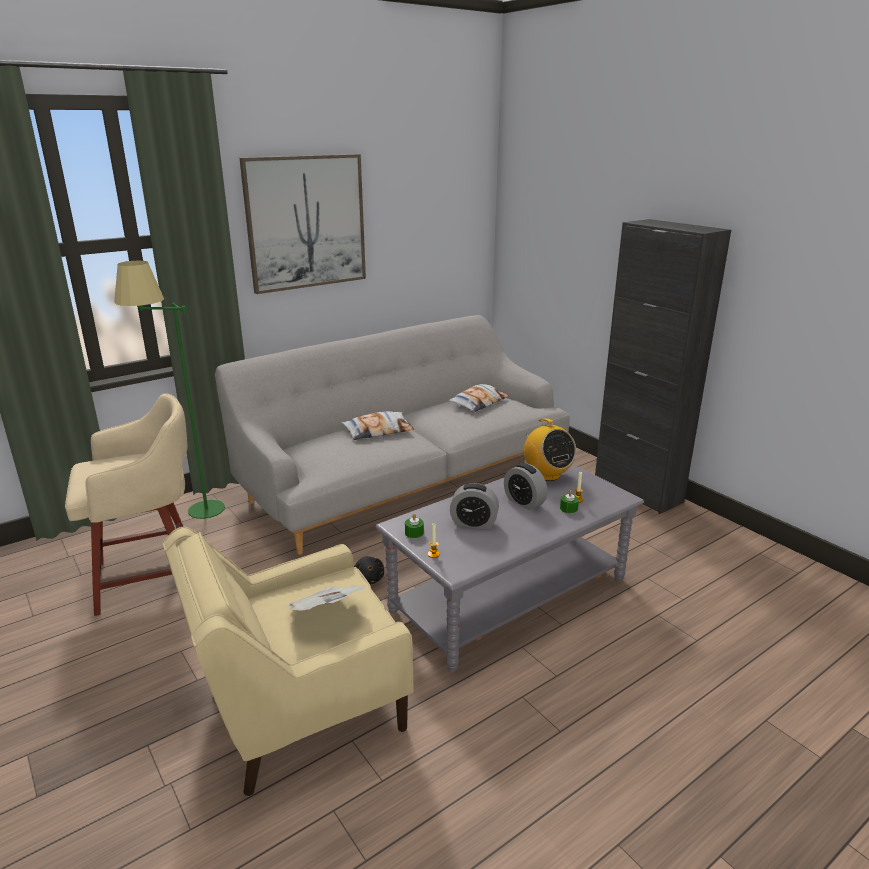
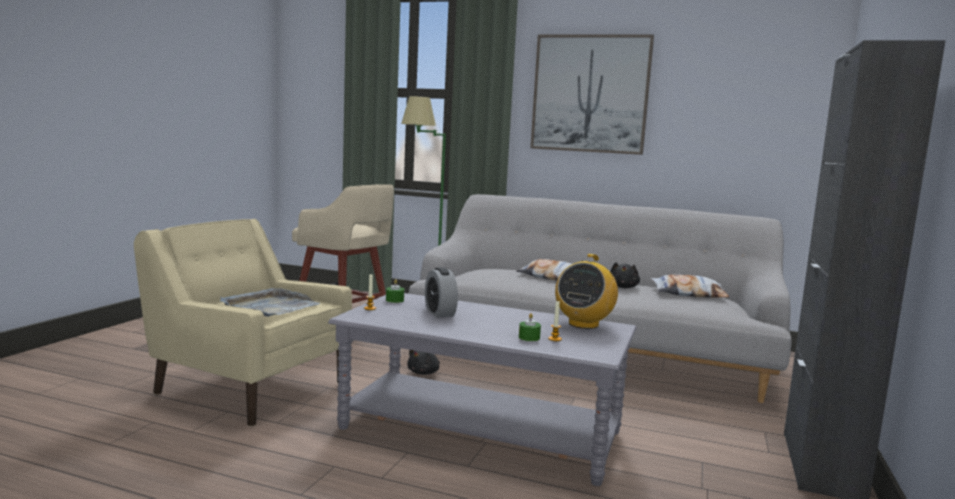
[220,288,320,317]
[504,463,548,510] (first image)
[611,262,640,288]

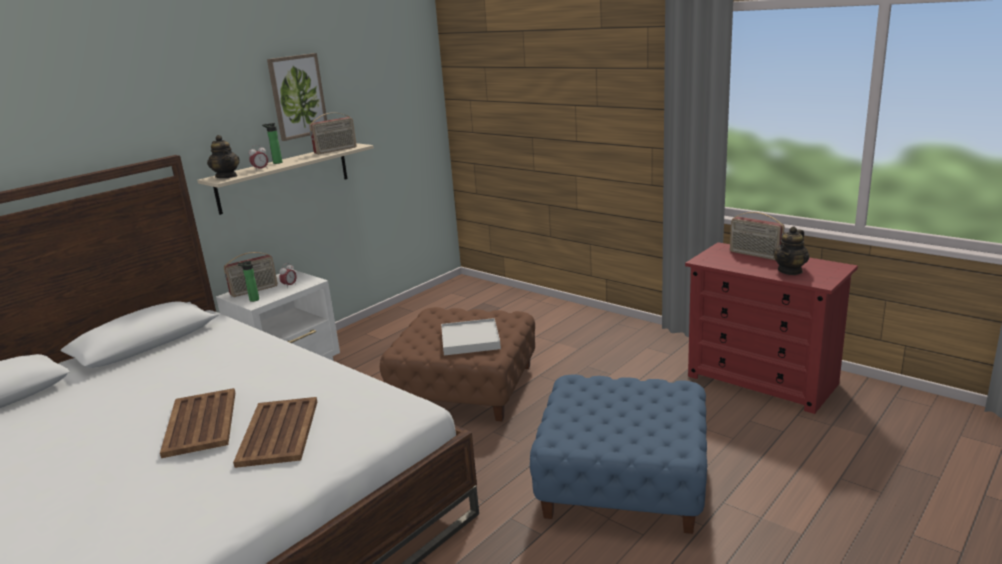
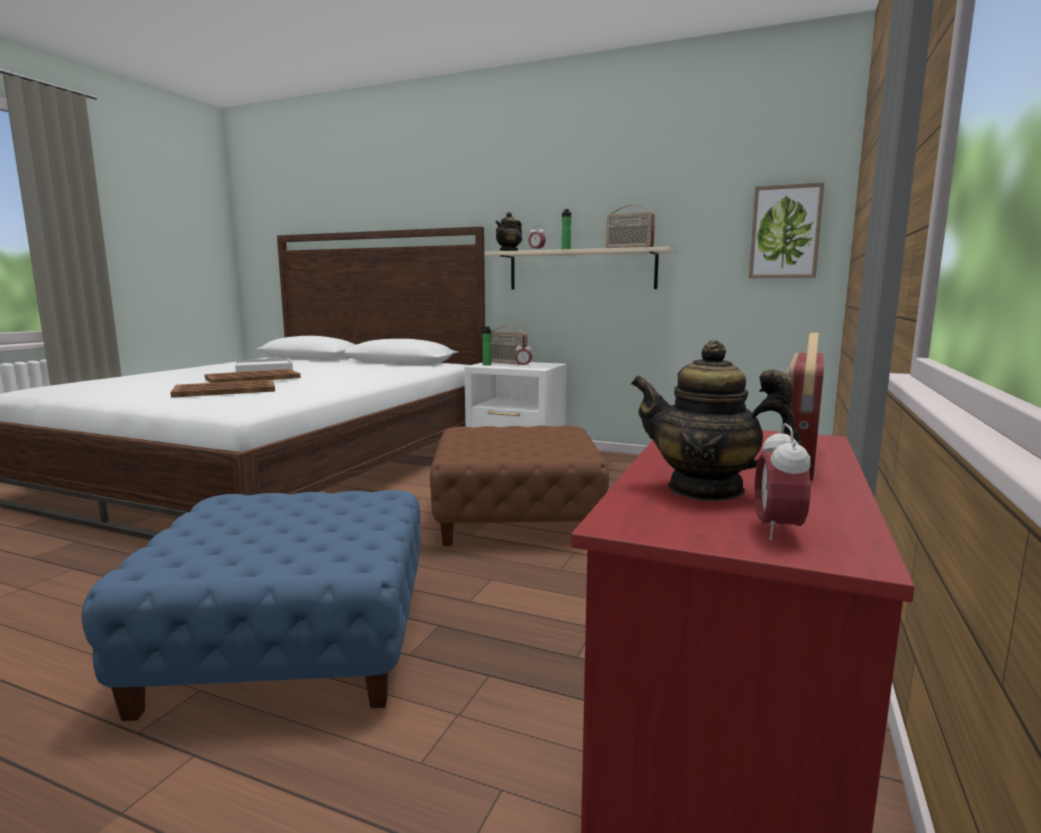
[749,183,824,278]
[235,358,293,372]
[754,423,811,540]

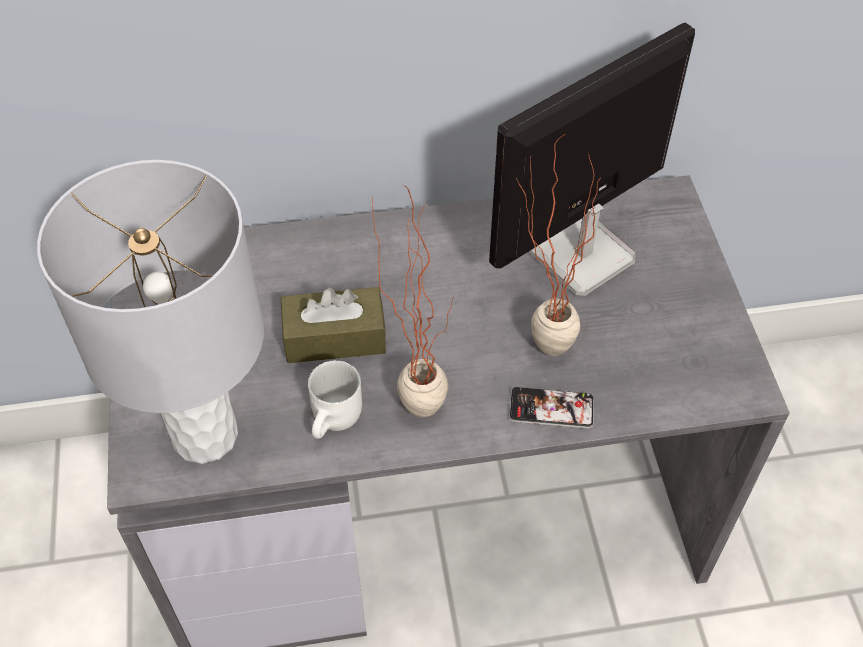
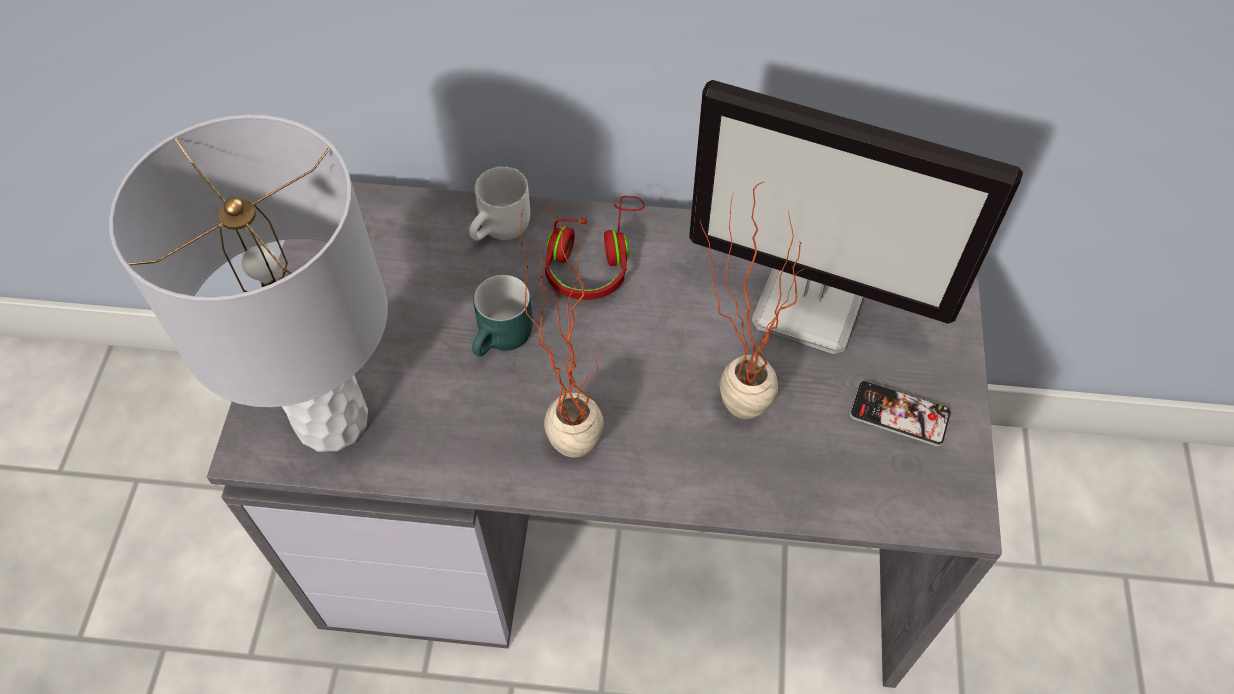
[472,275,533,357]
[469,166,530,241]
[689,80,1023,355]
[850,381,951,446]
[545,196,645,300]

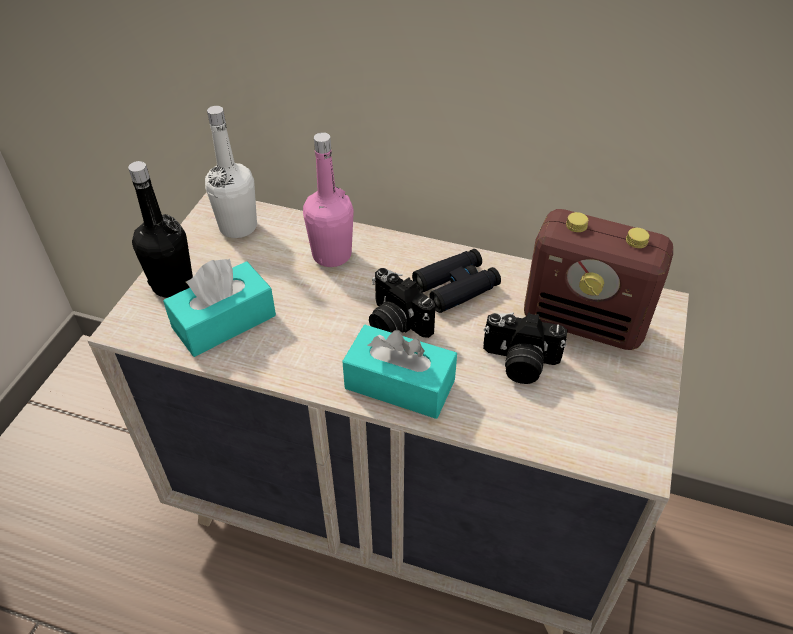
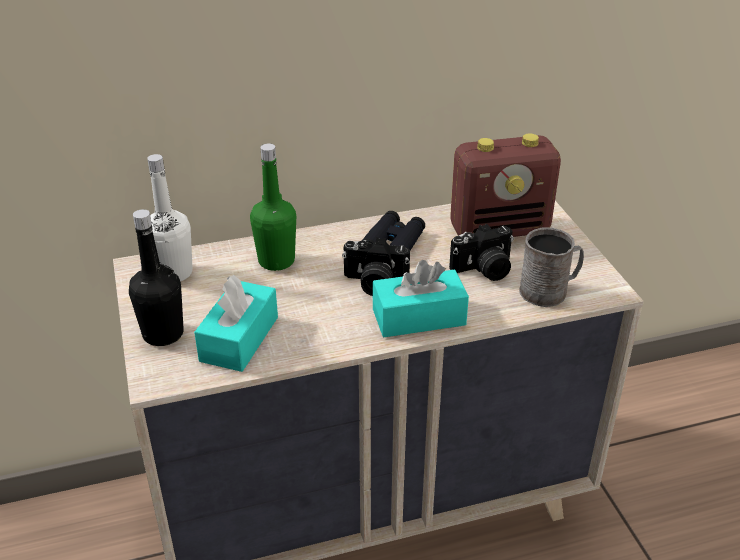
[250,143,296,271]
[519,228,584,307]

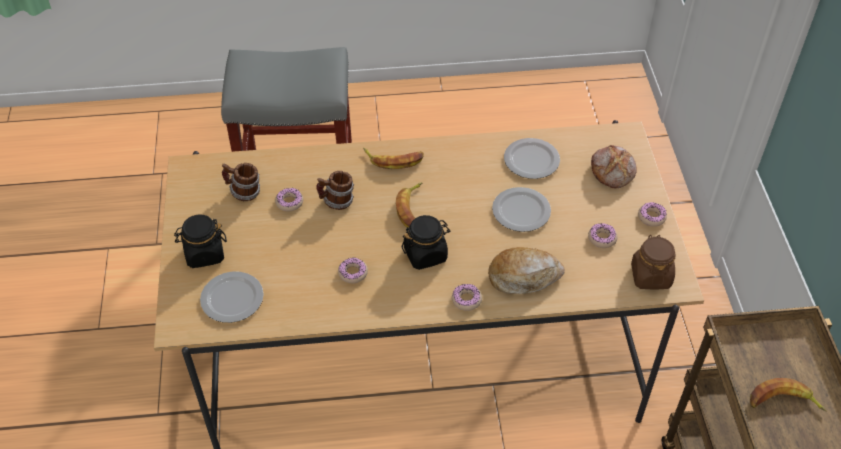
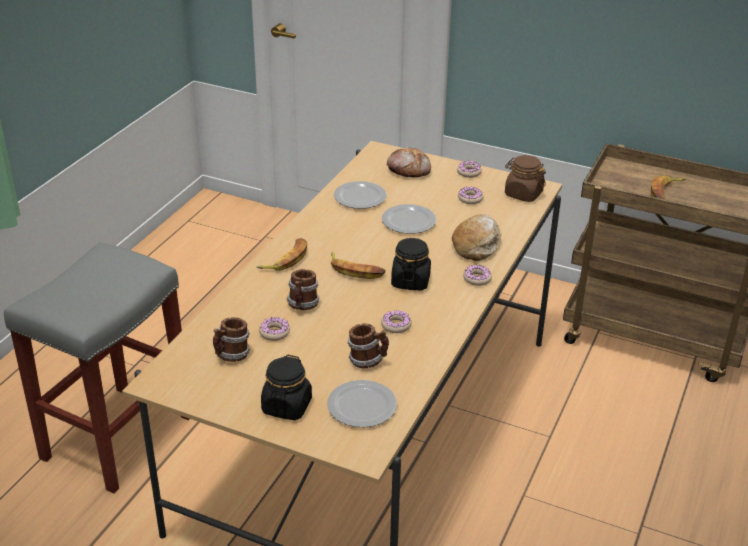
[347,323,389,368]

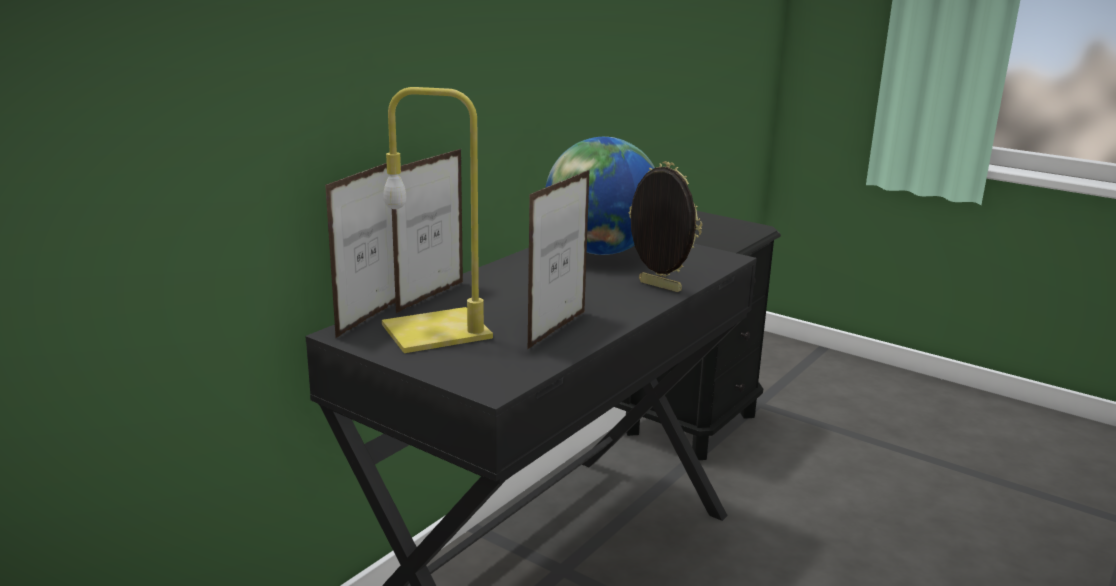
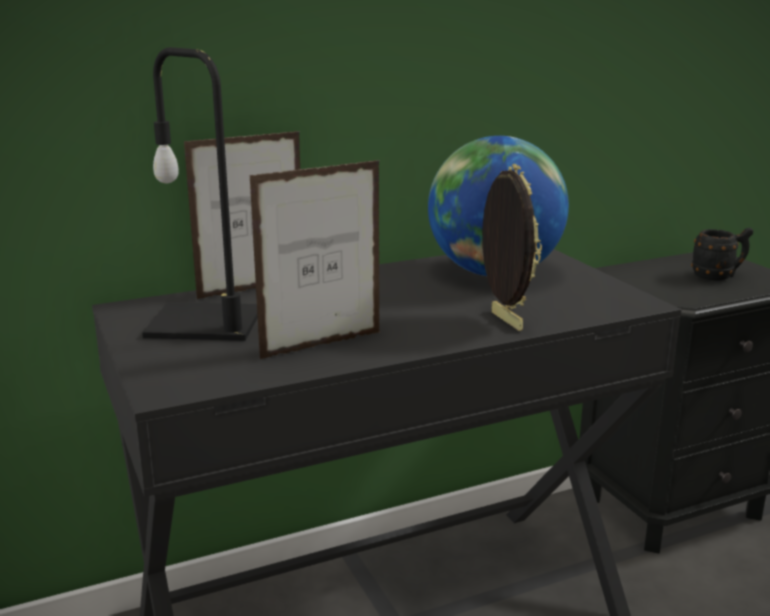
[325,163,396,338] (first image)
[142,47,258,341]
[691,228,753,281]

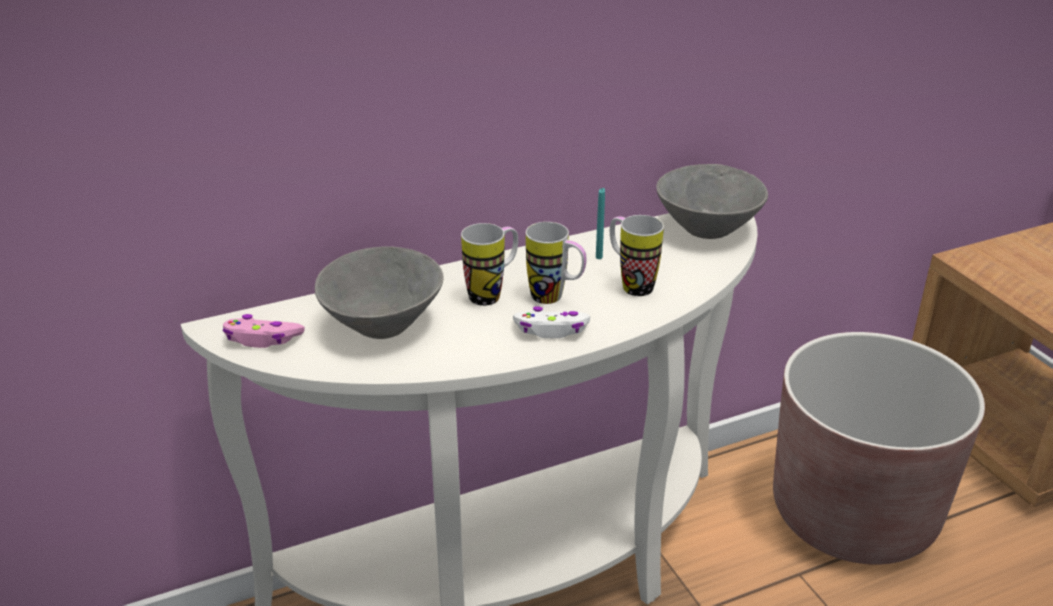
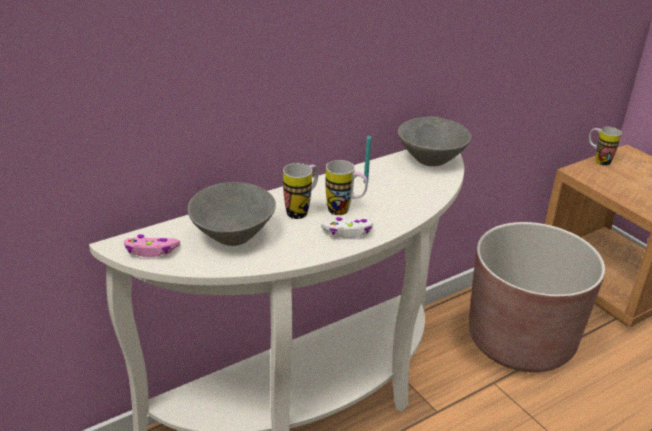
[589,127,622,166]

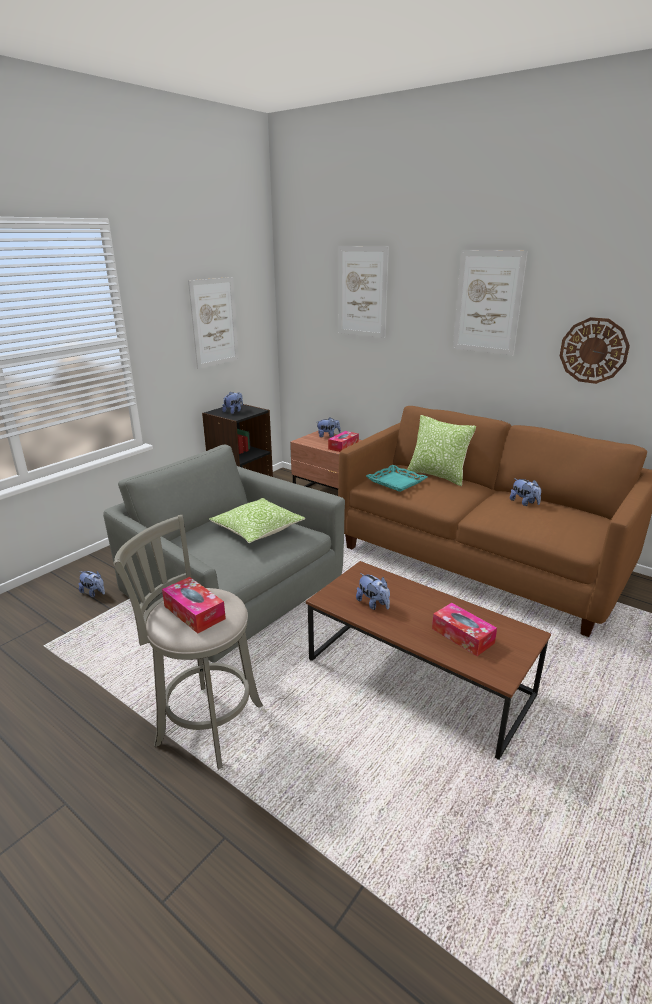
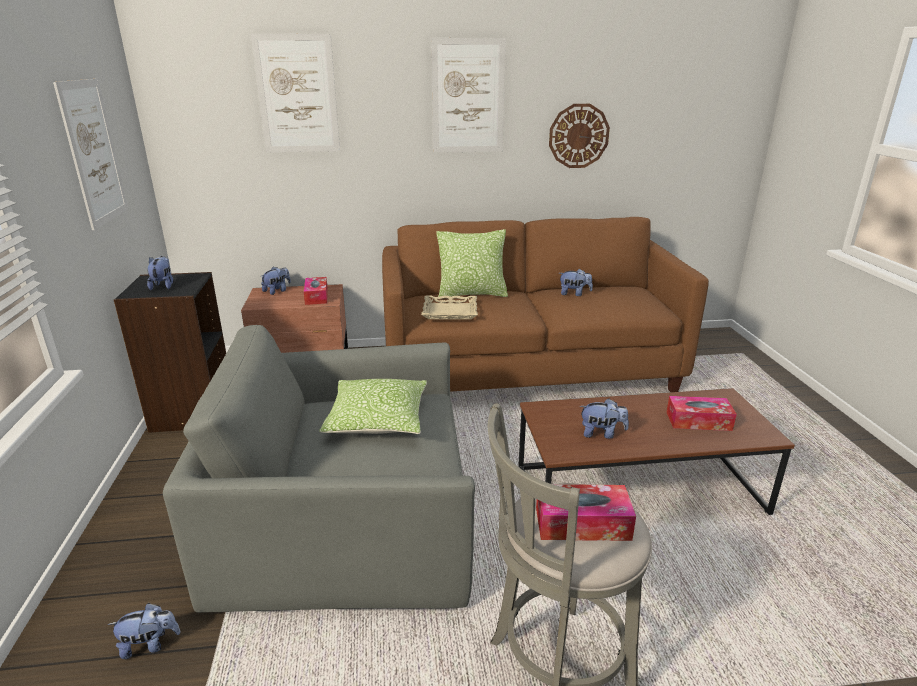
[421,296,478,320]

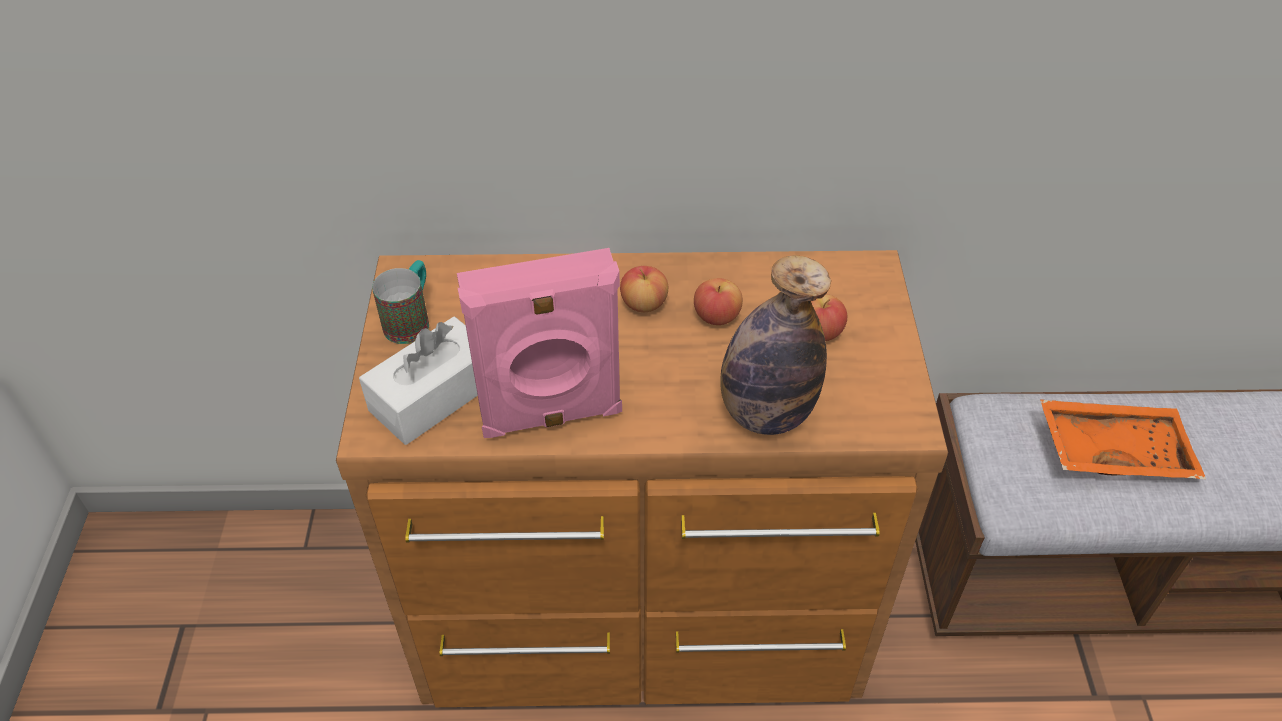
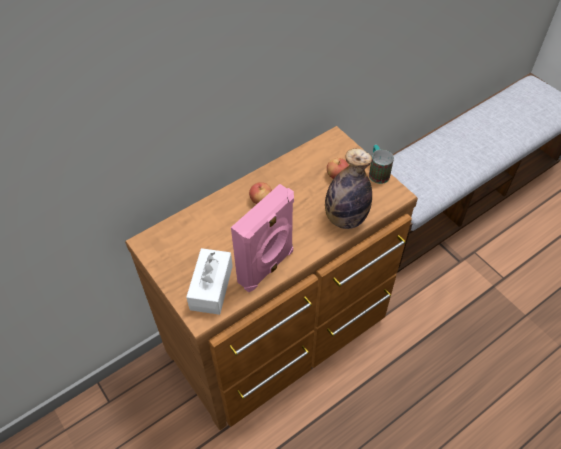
[369,145,394,184]
[694,278,743,325] (first image)
[1040,399,1206,479] (first image)

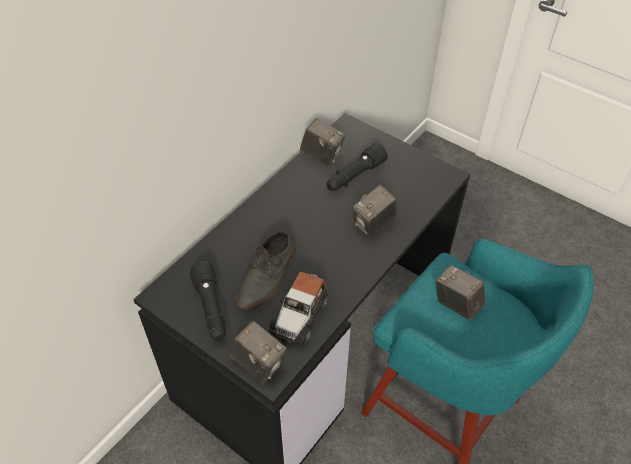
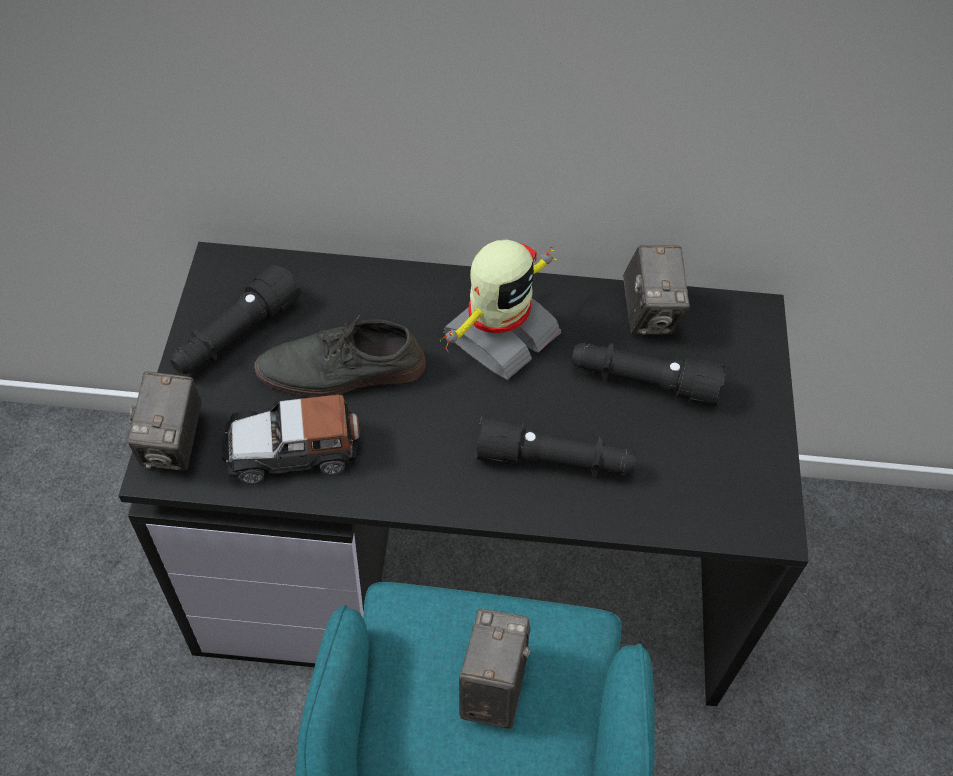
[475,414,636,476]
[439,240,561,380]

